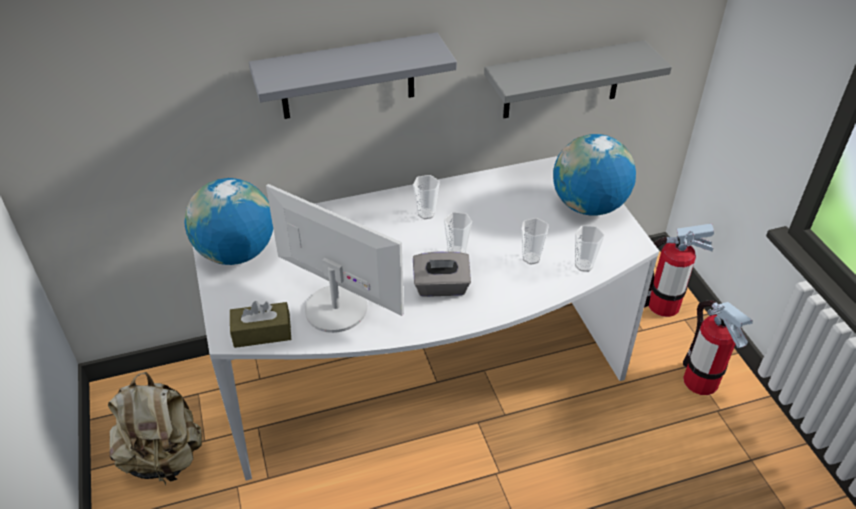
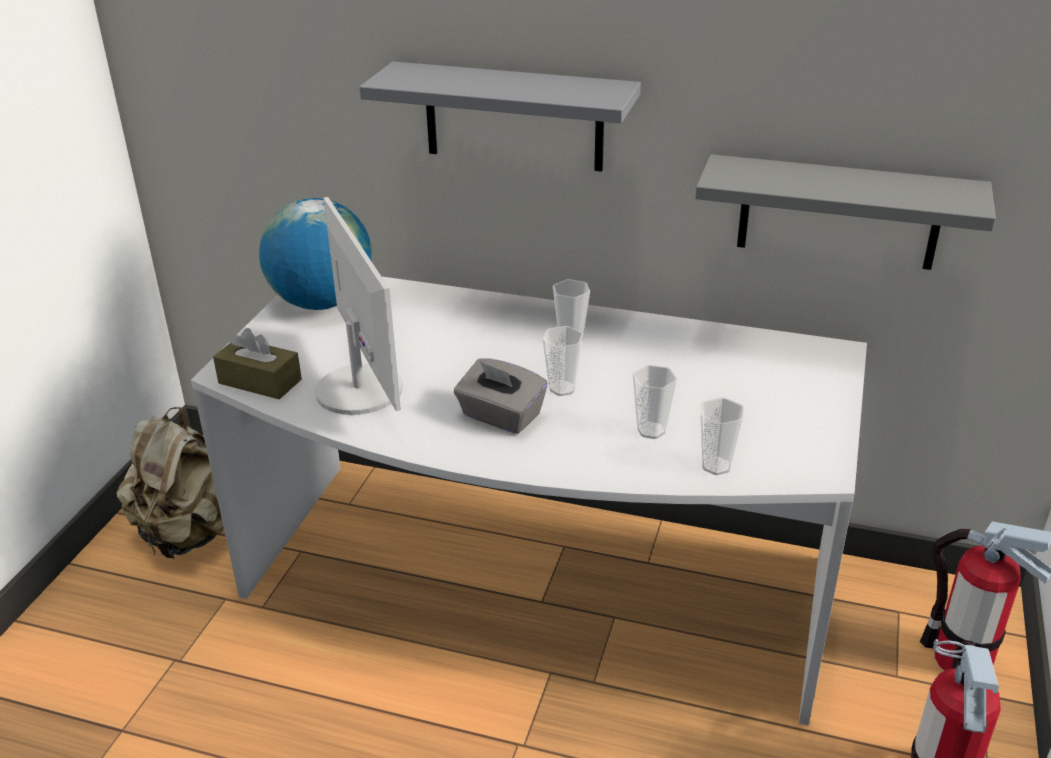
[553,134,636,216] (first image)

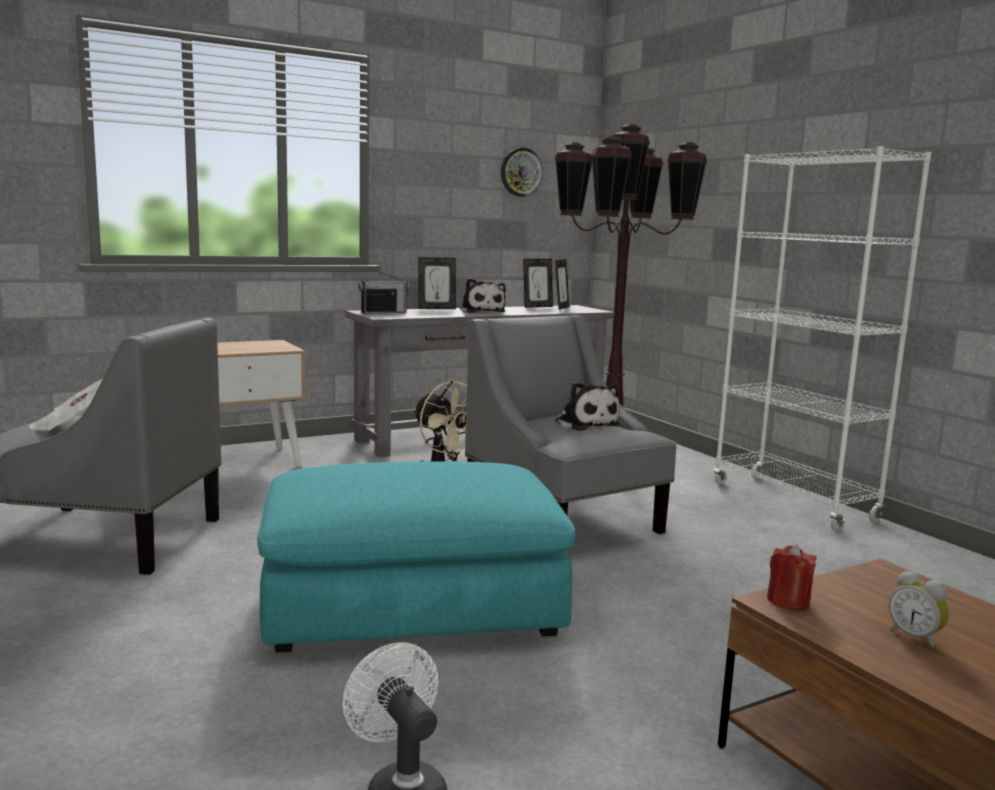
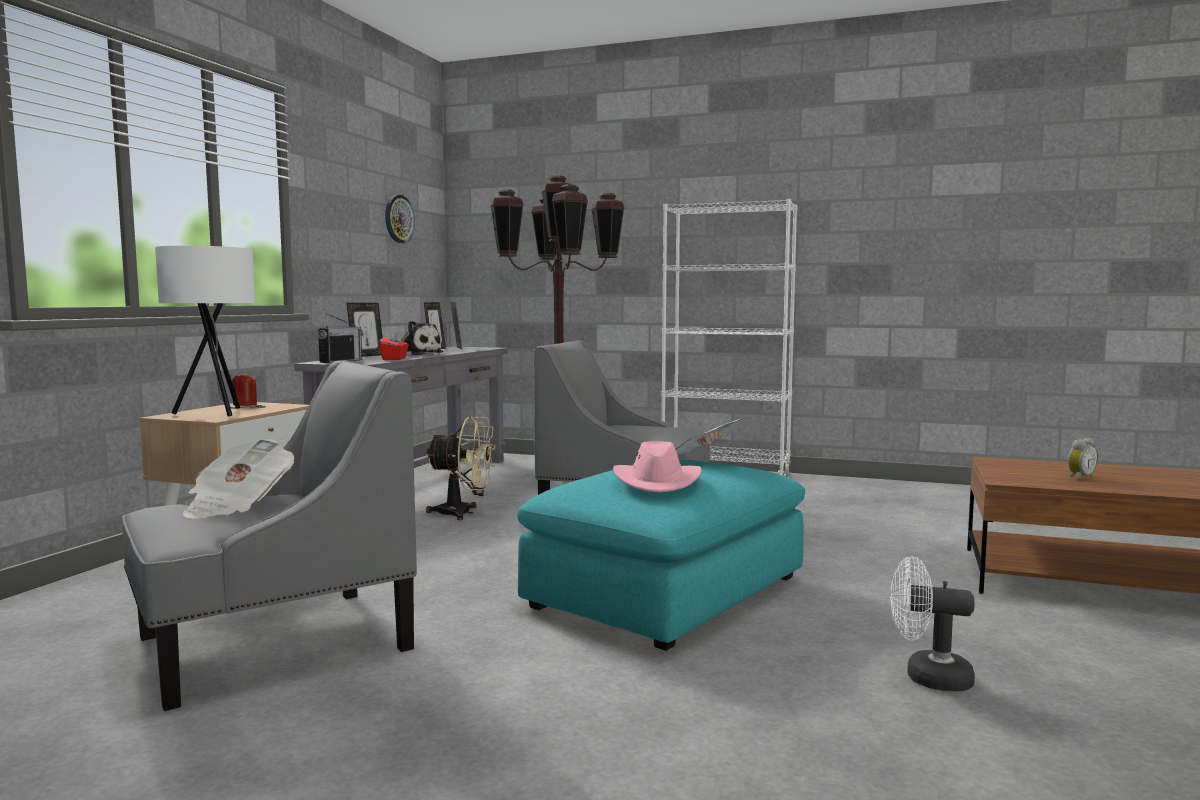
[555,382,620,431] (first image)
[232,372,257,406]
[1068,438,1098,480]
[155,246,266,417]
[379,331,409,360]
[613,441,702,493]
[675,419,745,455]

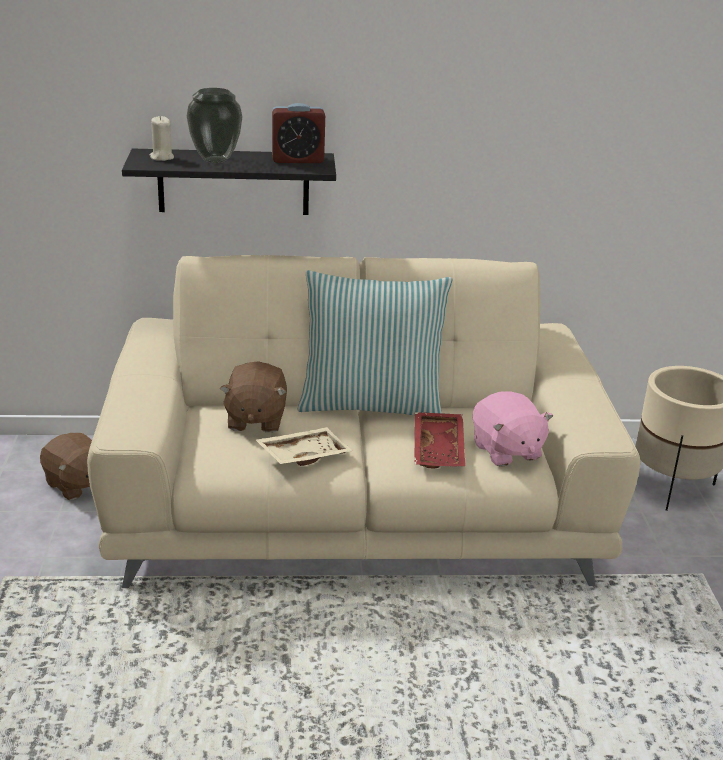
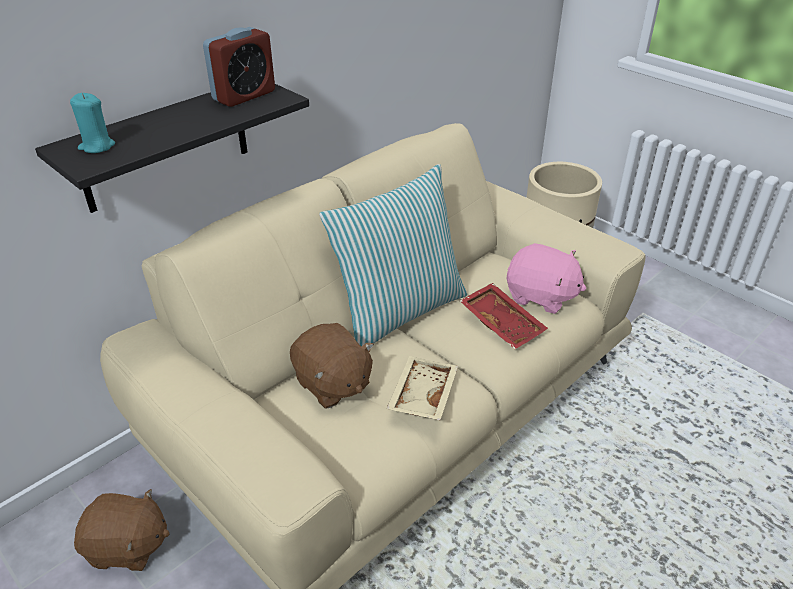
[70,93,115,153]
[187,88,243,163] (first image)

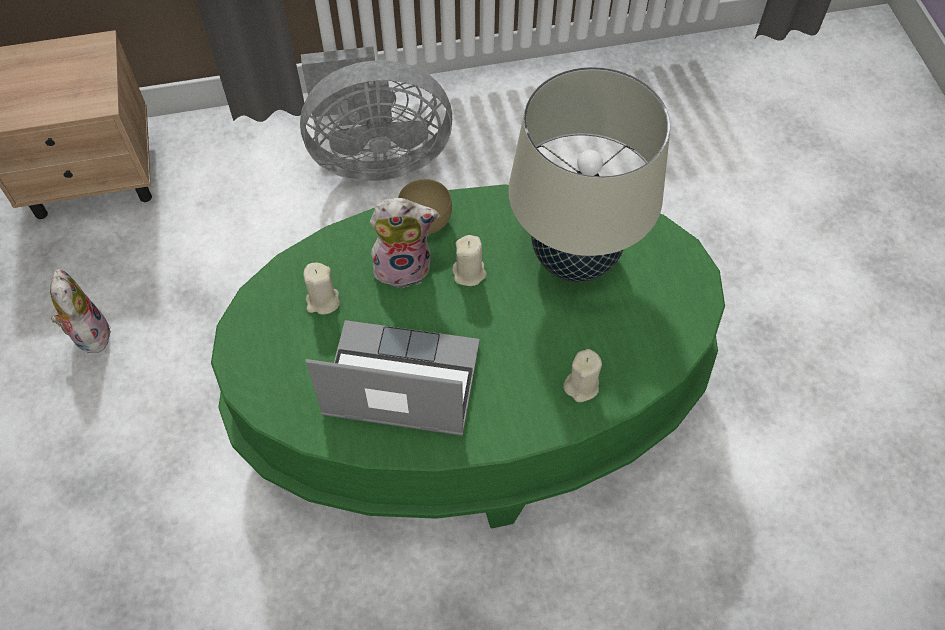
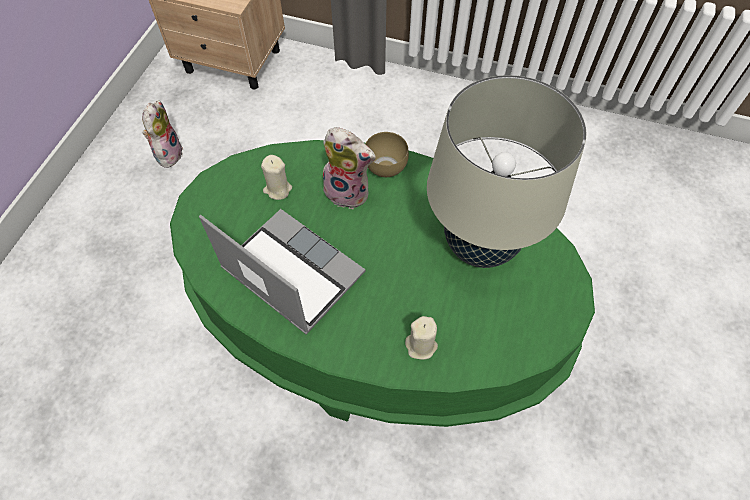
[300,46,452,181] (first image)
[453,235,487,286] (first image)

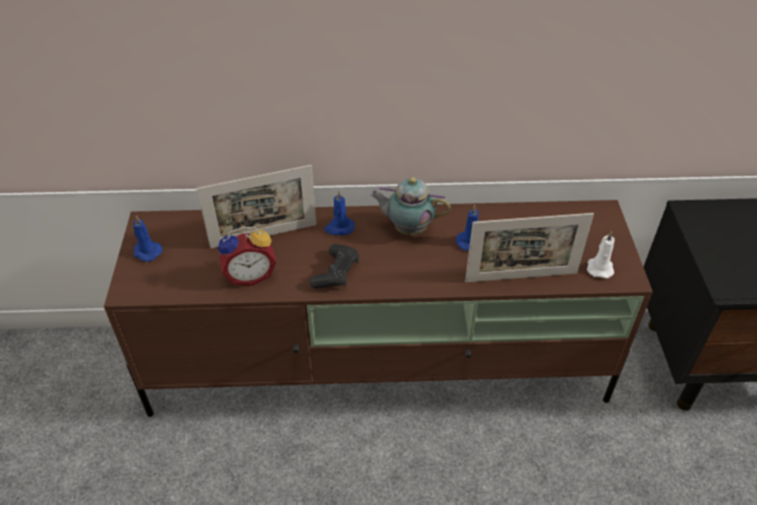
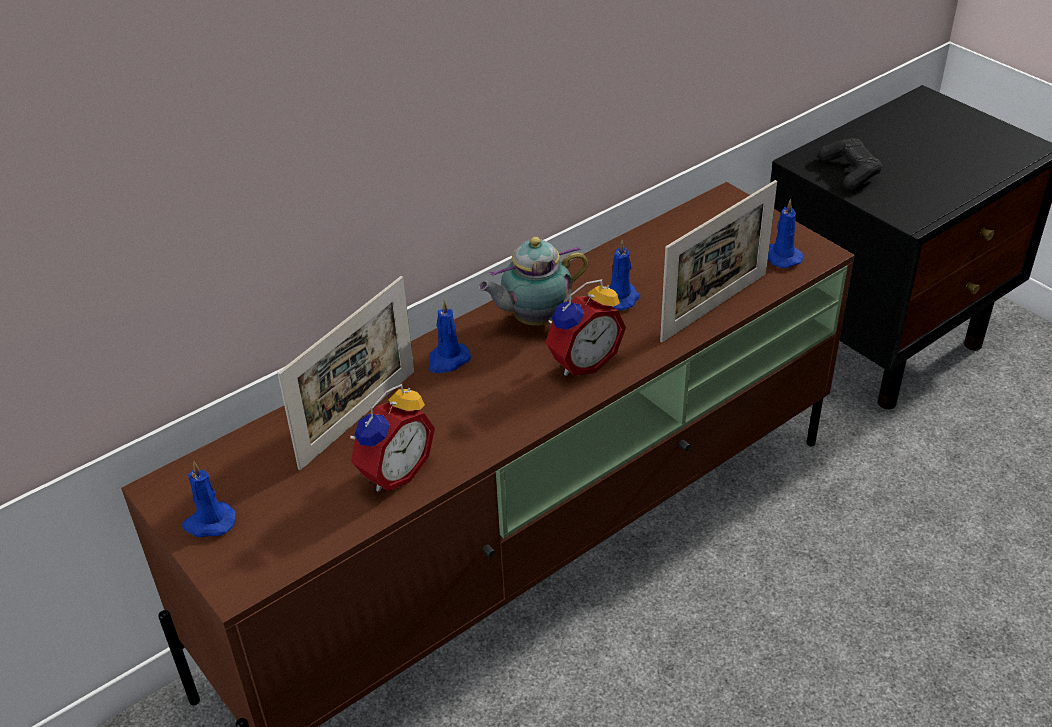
[818,138,882,190]
[768,199,803,268]
[545,279,626,376]

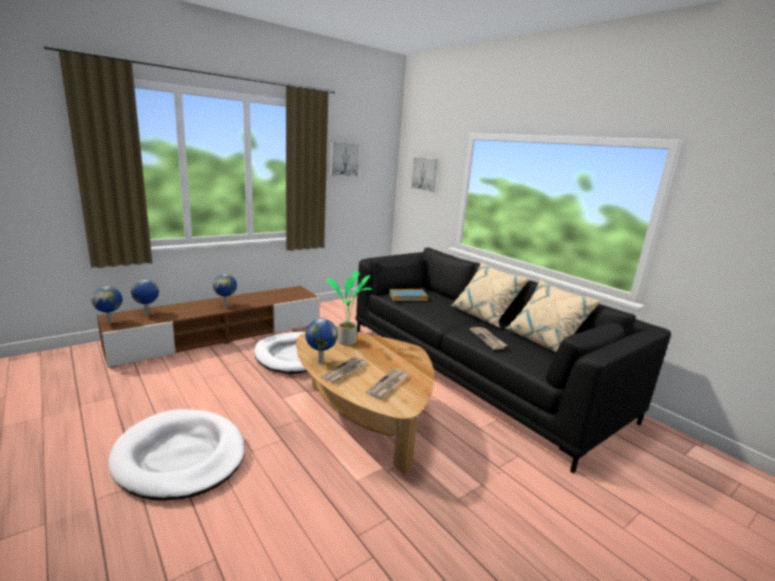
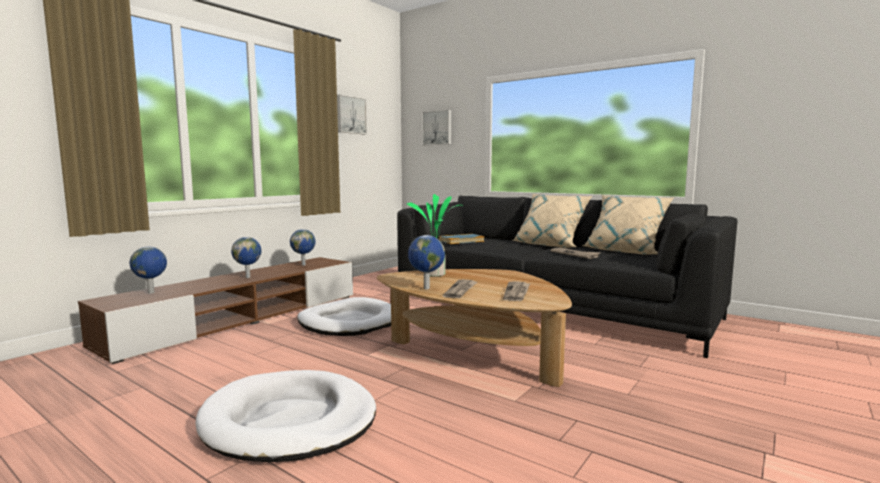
[290,229,316,266]

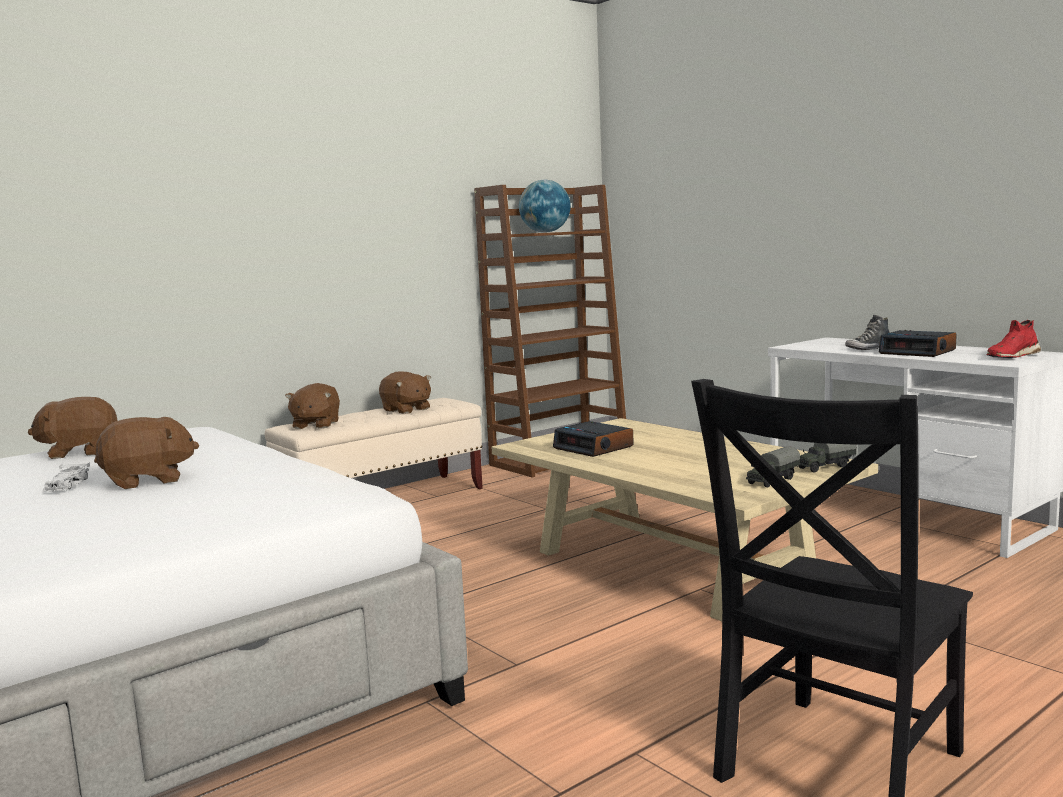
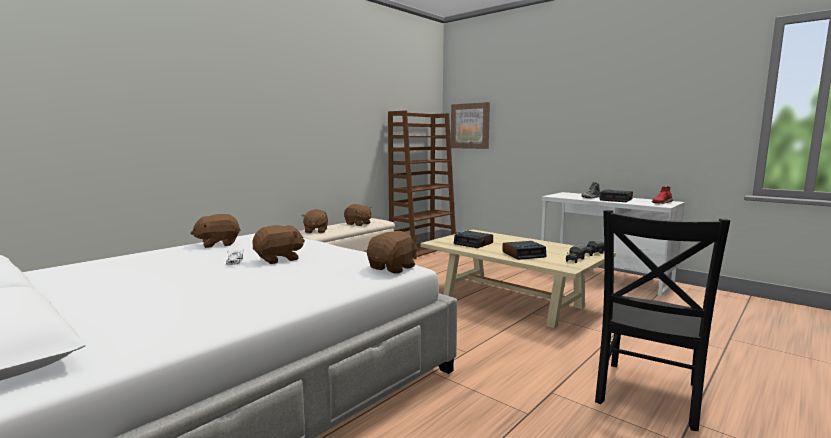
[519,180,571,233] (first image)
[367,231,419,274]
[451,102,490,149]
[503,241,547,260]

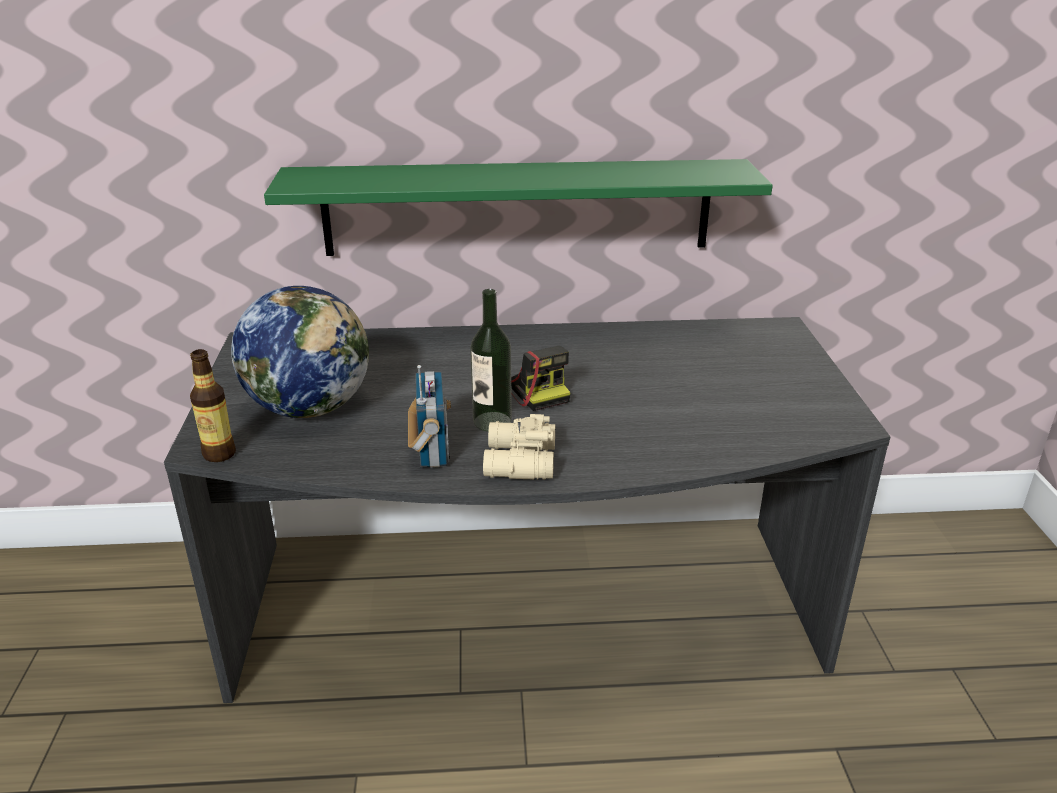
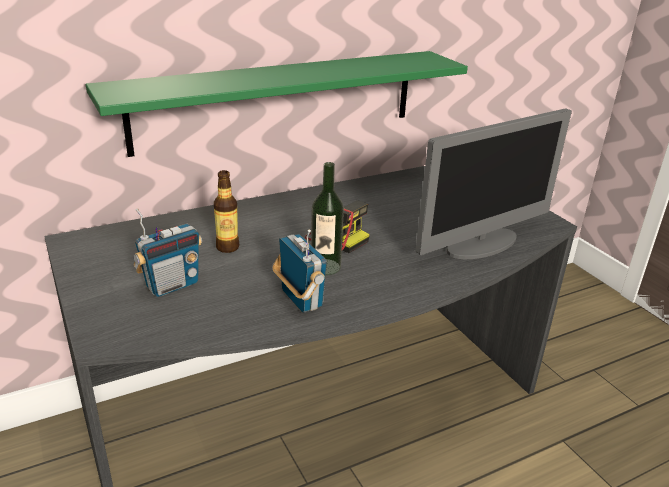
[214,170,239,253]
[134,208,202,297]
[483,414,555,480] (first image)
[415,108,572,259]

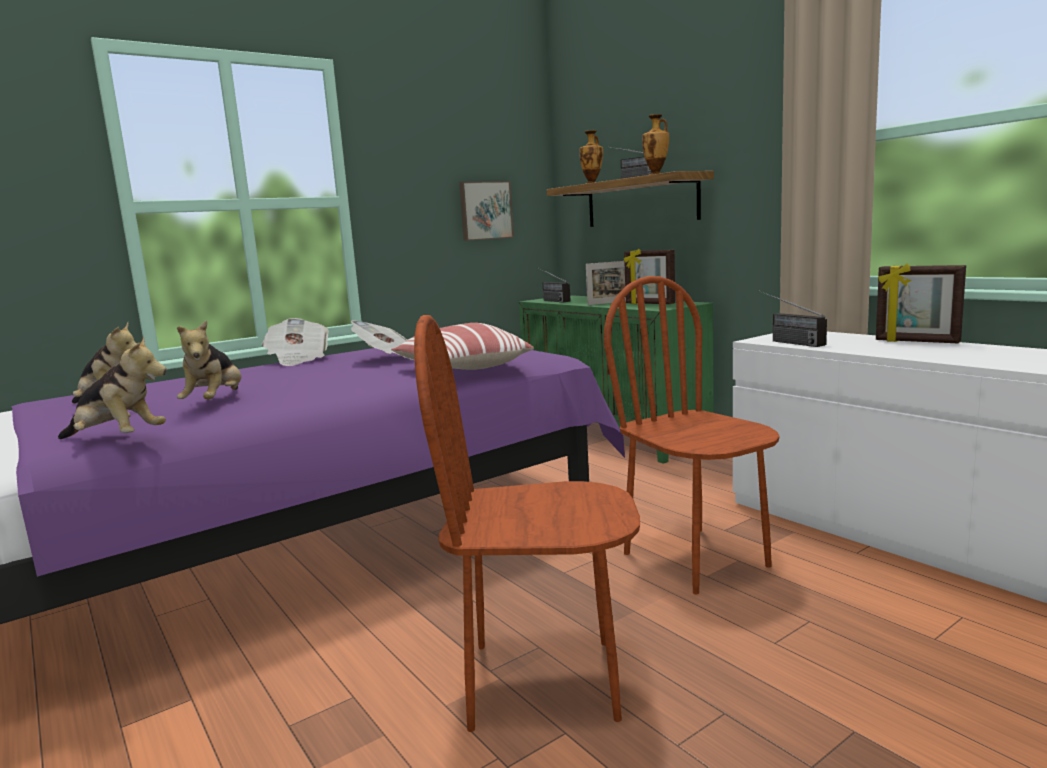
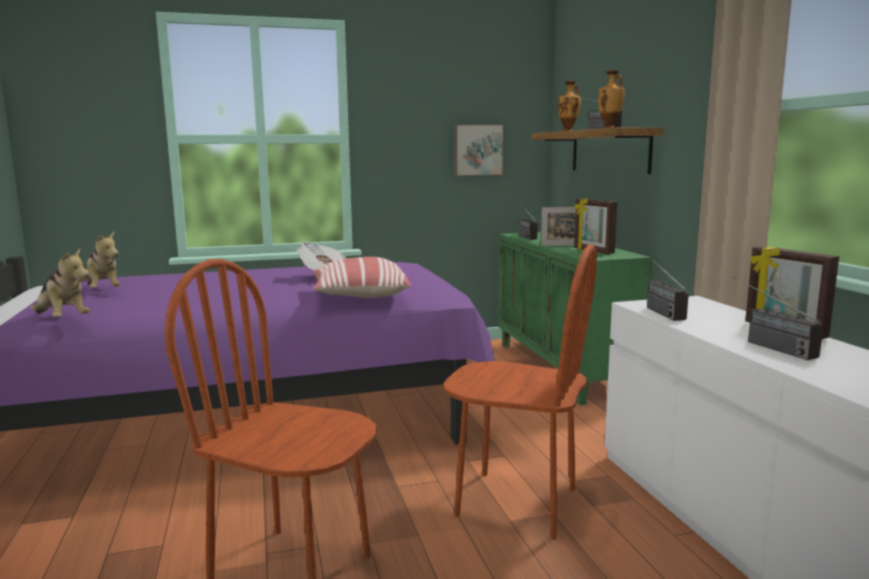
[177,320,241,399] (first image)
[262,318,329,366] (first image)
[443,245,597,540]
[733,277,823,360]

